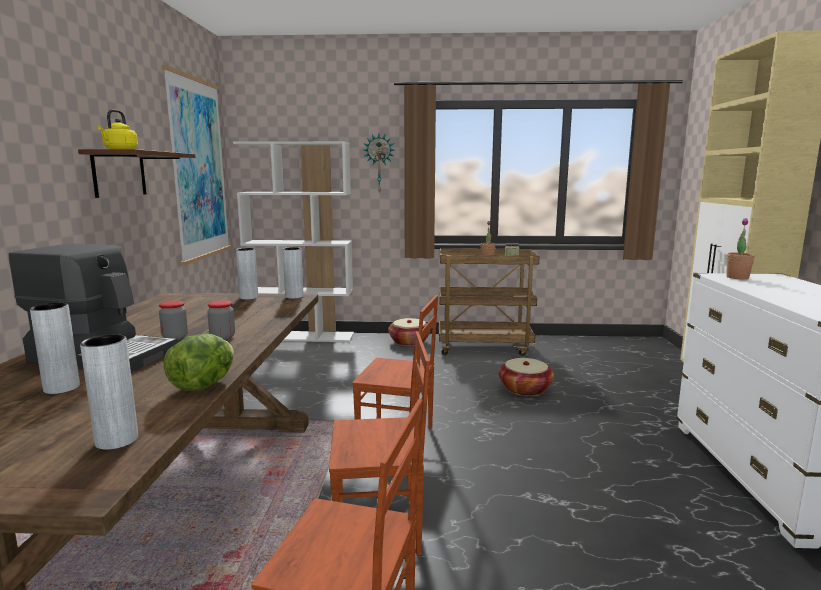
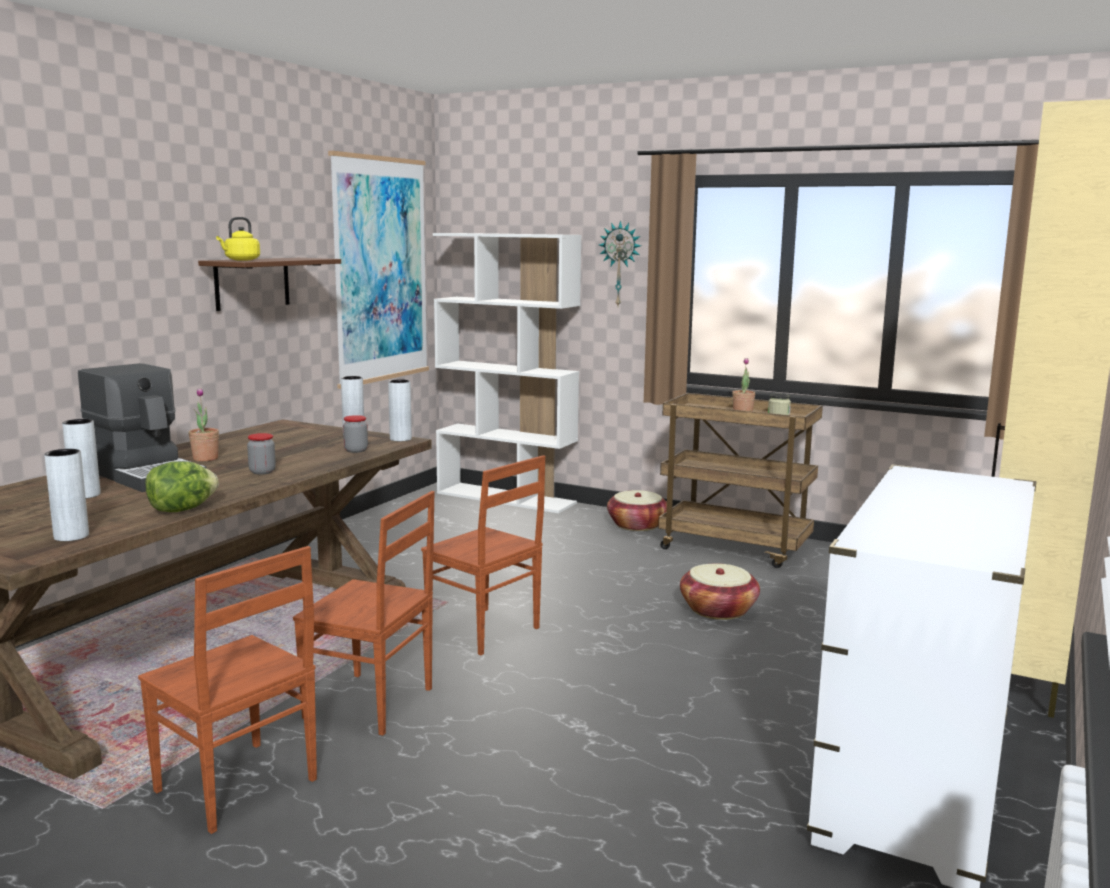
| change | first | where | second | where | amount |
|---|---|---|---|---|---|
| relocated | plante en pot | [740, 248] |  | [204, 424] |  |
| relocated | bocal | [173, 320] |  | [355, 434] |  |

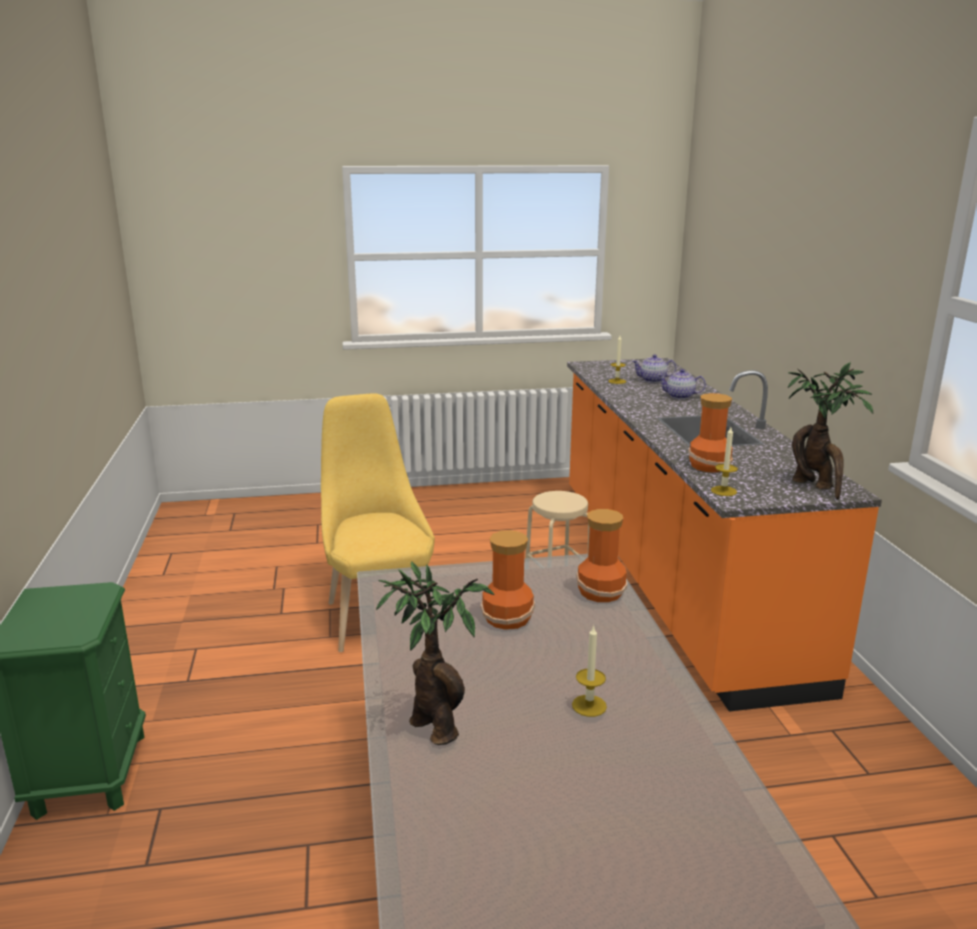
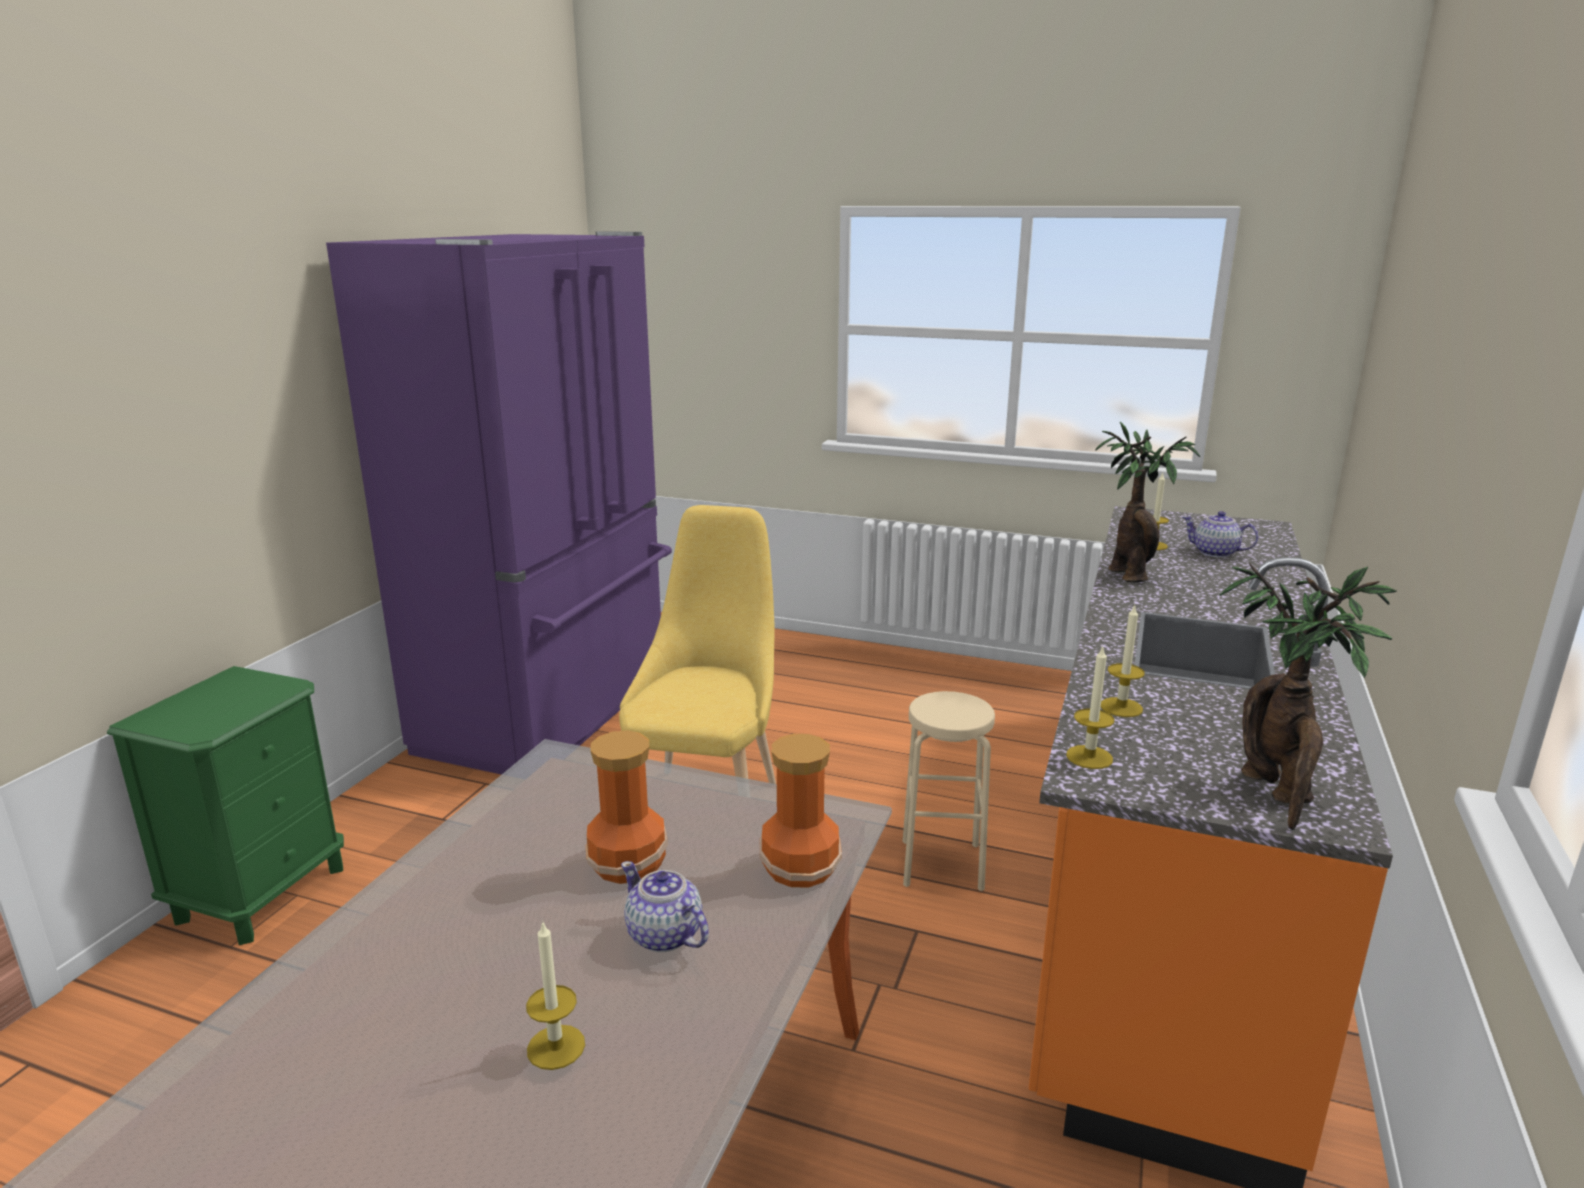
| change | first | where | second | where | amount |
|---|---|---|---|---|---|
| relocated | théière | [682, 384] |  | [665, 906] |  |
| exchanged | vase | [710, 433] | bougie | [1123, 660] |  |
| relocated | plante en pot | [435, 653] |  | [1148, 502] |  |
| appeared |  |  | réfrigérateur [violet] | [499, 503] |  |

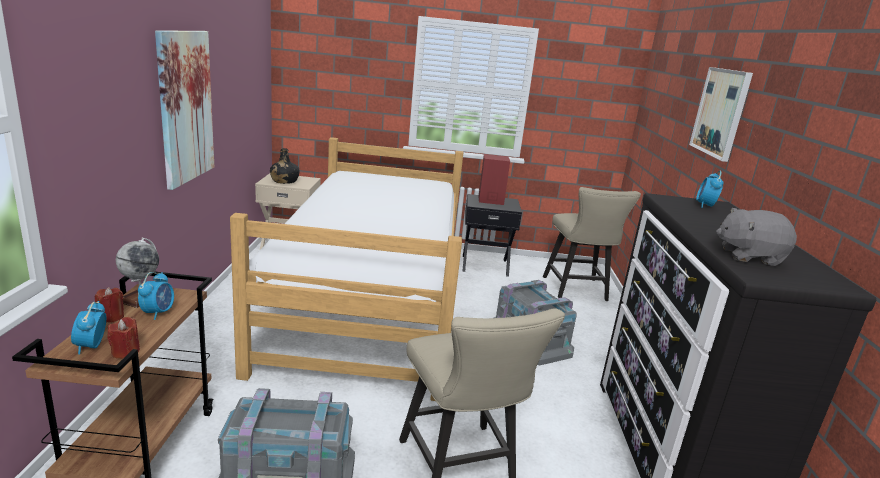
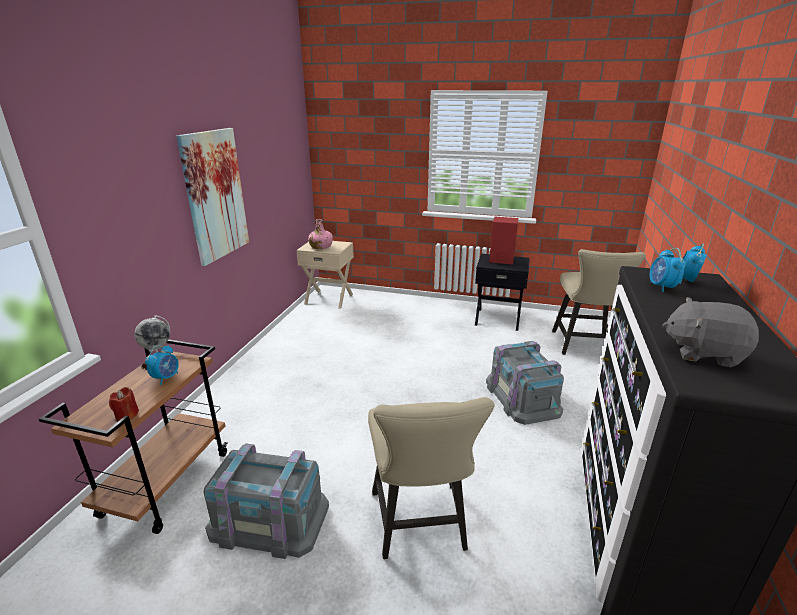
| change | first | where | second | where | amount |
|---|---|---|---|---|---|
| missing | tableau | [721, 114] |  |  |  |
| missing | lit | [346, 269] |  |  |  |
| colour | bouteille [noir] | [285, 166] | bouteille [rose] | [320, 234] |  |
| missing | bougie [rouge] | [109, 305] |  |  |  |
| relocated | réveil | [88, 328] |  | [668, 270] |  |

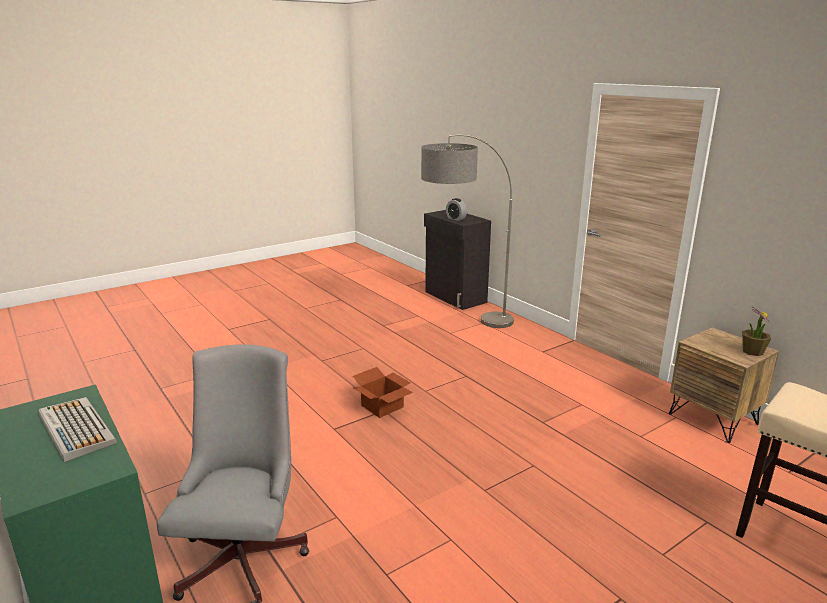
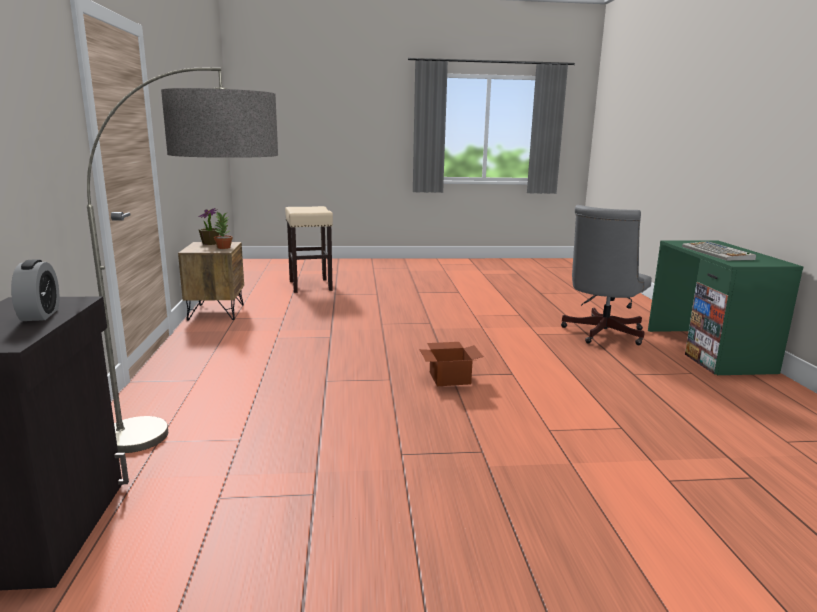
| change | first | where | second | where | amount |
|---|---|---|---|---|---|
| appeared |  |  | plante en pot | [223, 230] |  |

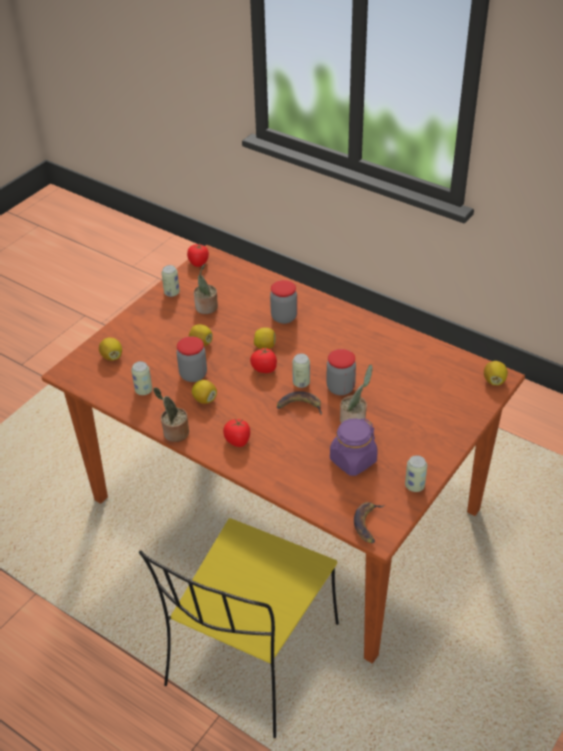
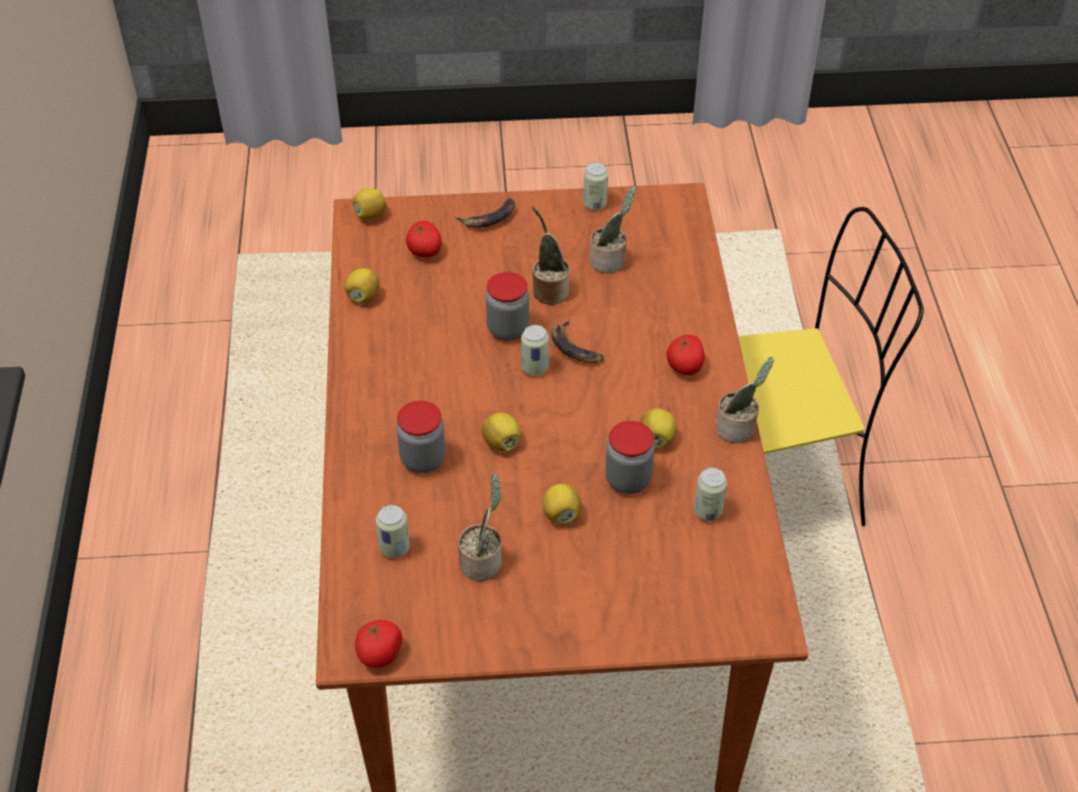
| change | first | where | second | where | amount |
|---|---|---|---|---|---|
| relocated | boîte métallique | [170, 281] |  | [393, 531] |  |
| relocated | citron | [110, 349] |  | [362, 286] |  |
| relocated | tomate | [263, 360] |  | [424, 239] |  |
| exchanged | bocal [violet] | [354, 447] | plante en pot | [613, 229] |  |
| relocated | banane | [369, 522] |  | [485, 213] |  |

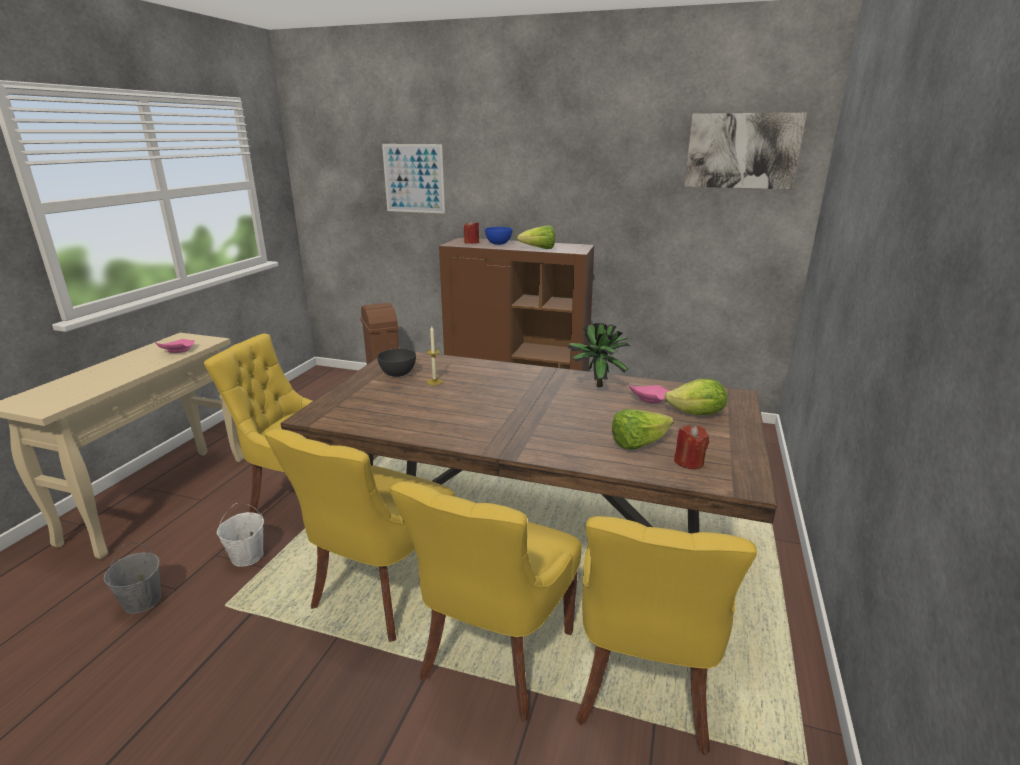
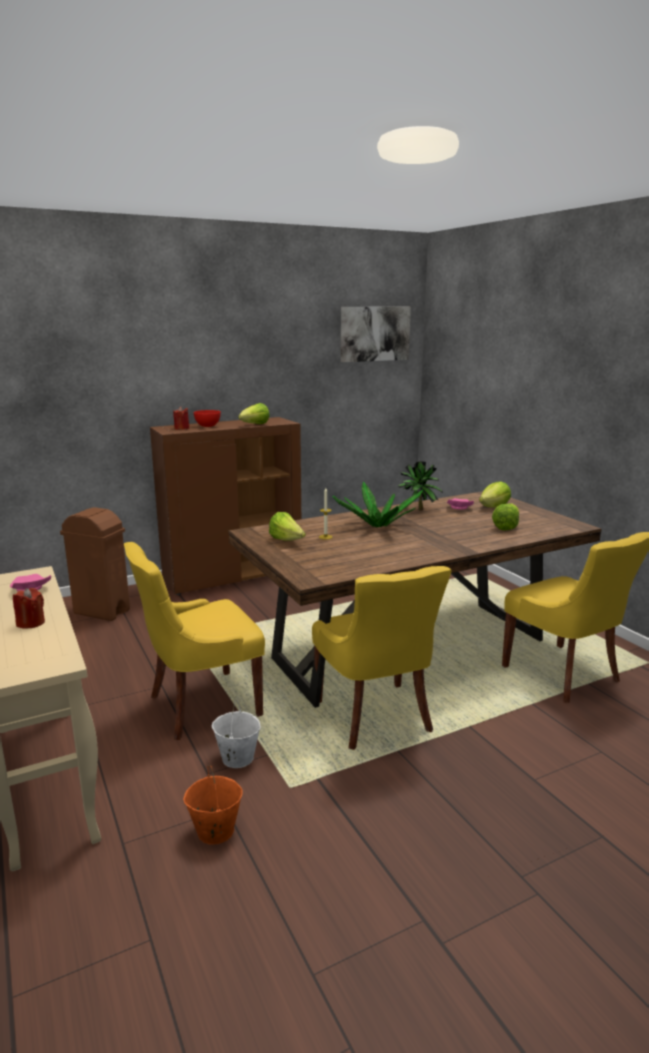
| change | first | where | second | where | amount |
|---|---|---|---|---|---|
| missing | tableau | [413, 178] |  |  |  |
| colour | bol [bleu] | [499, 236] | bol [rouge] | [207, 418] |  |
| exchanged | bol [gris] | [396, 363] | laitue | [287, 526] |  |
| relocated | bougie [rouge] | [691, 447] |  | [29, 608] |  |
| missing | chaise [jaune] | [486, 601] |  |  |  |
| colour | seau [gris] | [132, 578] | seau [orange] | [213, 805] |  |
| appeared |  |  | plante en pot | [378, 504] |  |

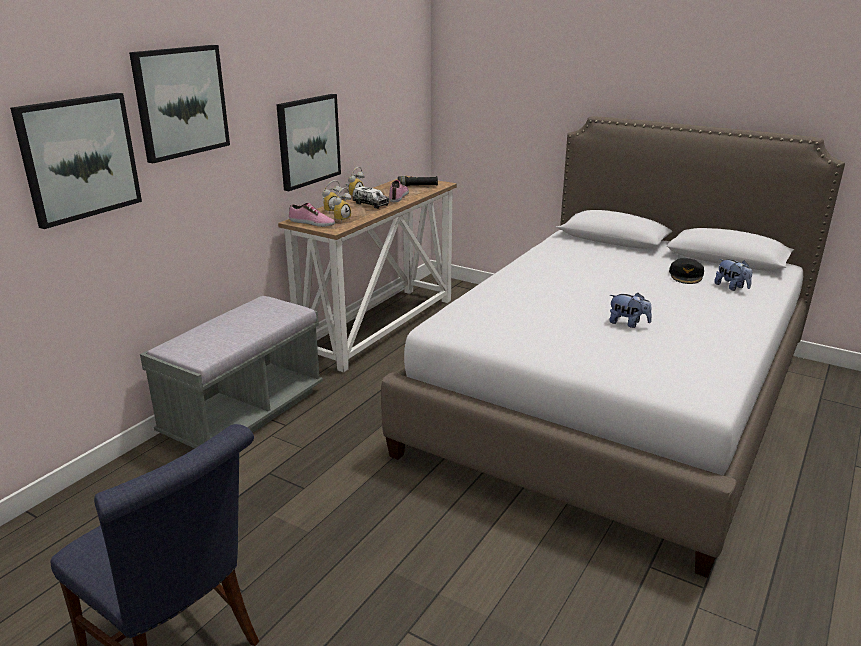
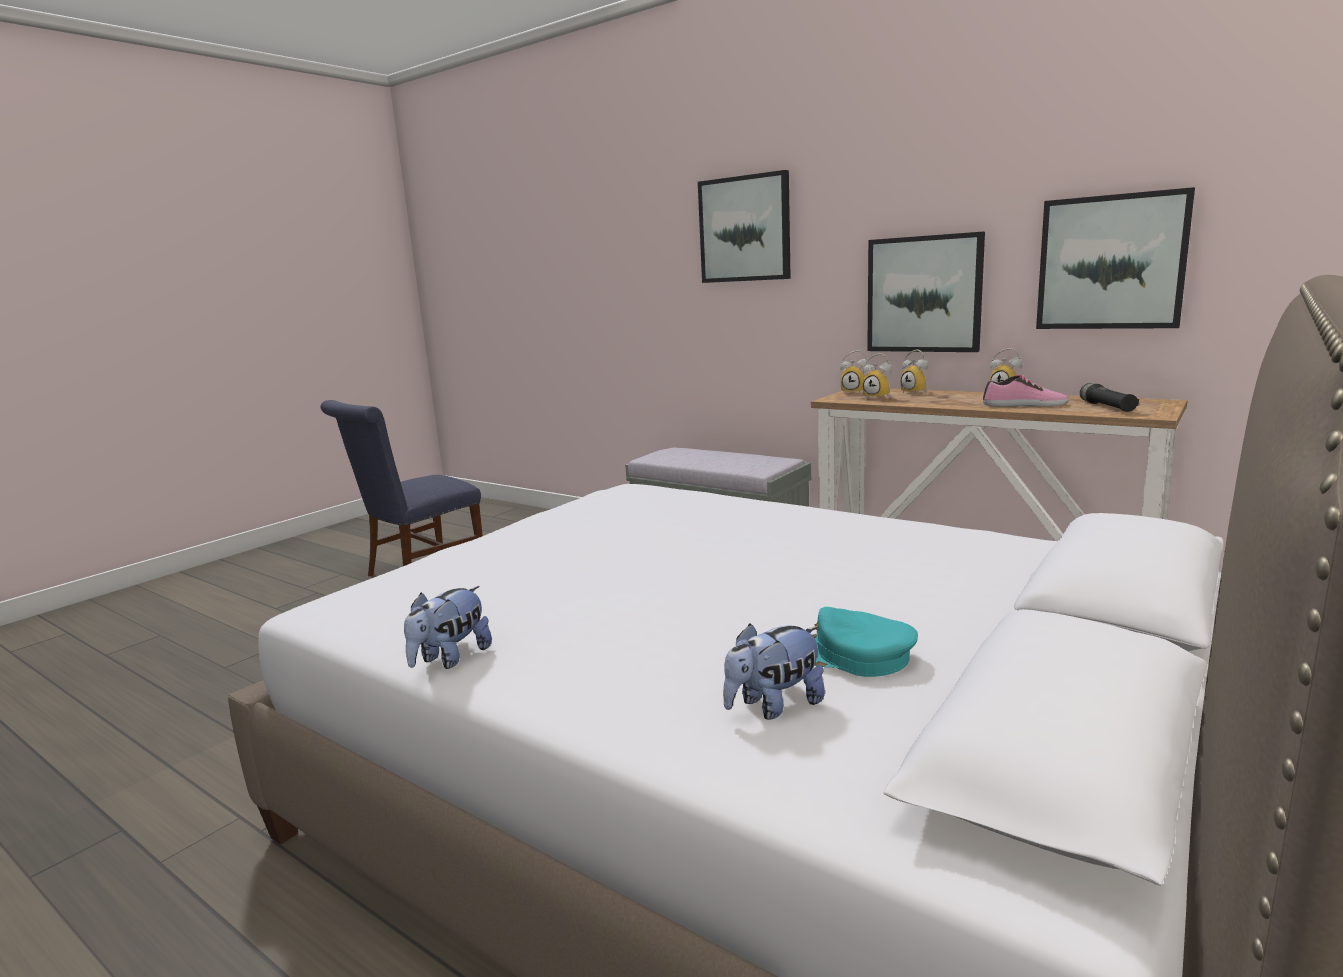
| change | first | where | second | where | amount |
|---|---|---|---|---|---|
| relocated | tableau | [76, 161] |  | [1115, 258] |  |
| missing | camion jouet | [370, 197] |  |  |  |
| exchanged | chaussure | [312, 215] | réveil | [854, 372] |  |
| colour | casquette [noir] | [686, 271] | casquette [turquoise] | [865, 642] |  |
| relocated | peluche | [630, 310] |  | [448, 627] |  |

